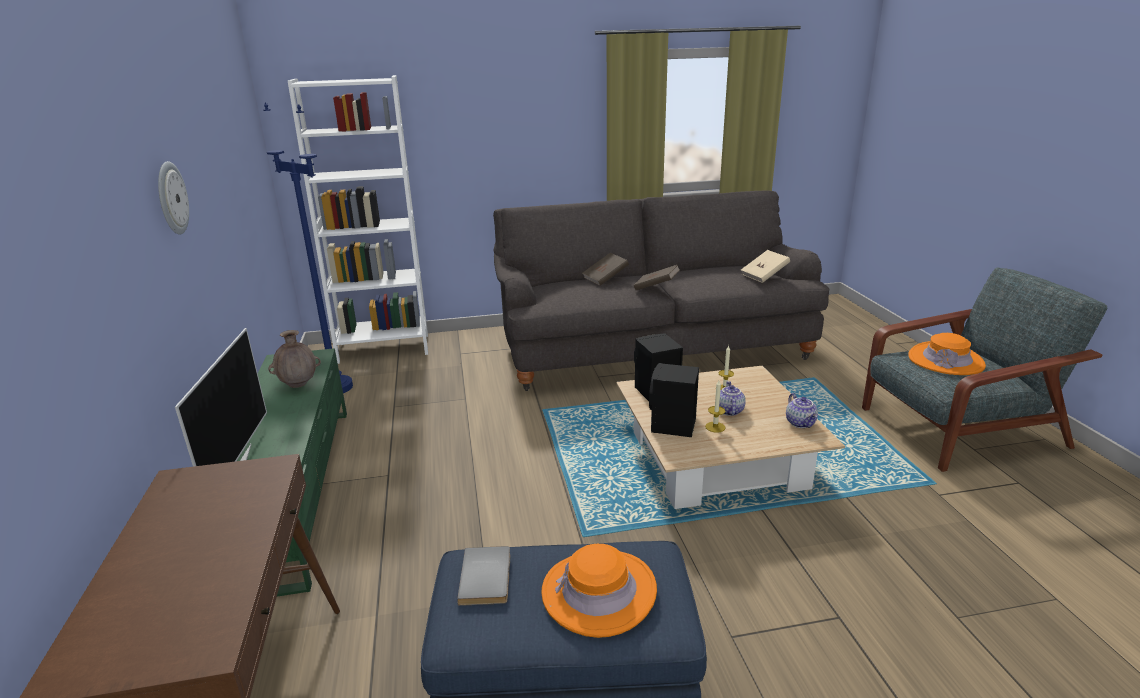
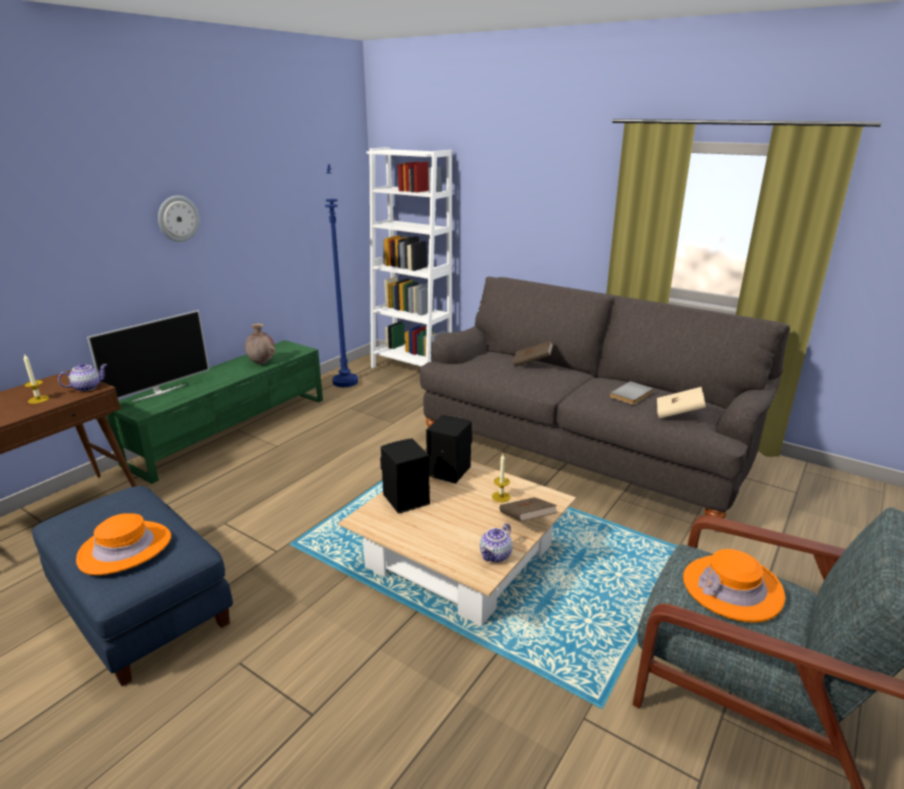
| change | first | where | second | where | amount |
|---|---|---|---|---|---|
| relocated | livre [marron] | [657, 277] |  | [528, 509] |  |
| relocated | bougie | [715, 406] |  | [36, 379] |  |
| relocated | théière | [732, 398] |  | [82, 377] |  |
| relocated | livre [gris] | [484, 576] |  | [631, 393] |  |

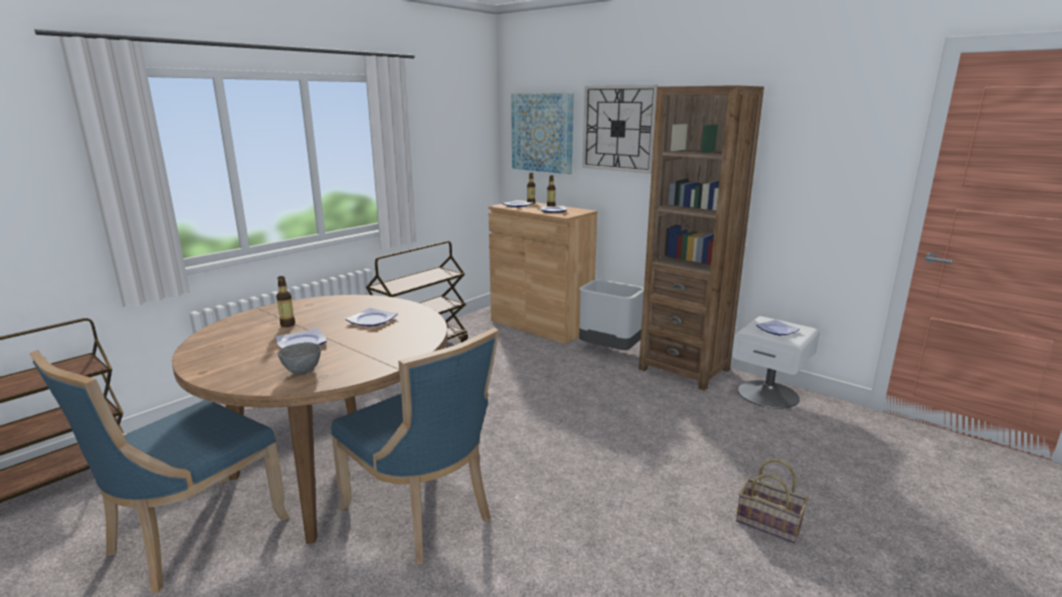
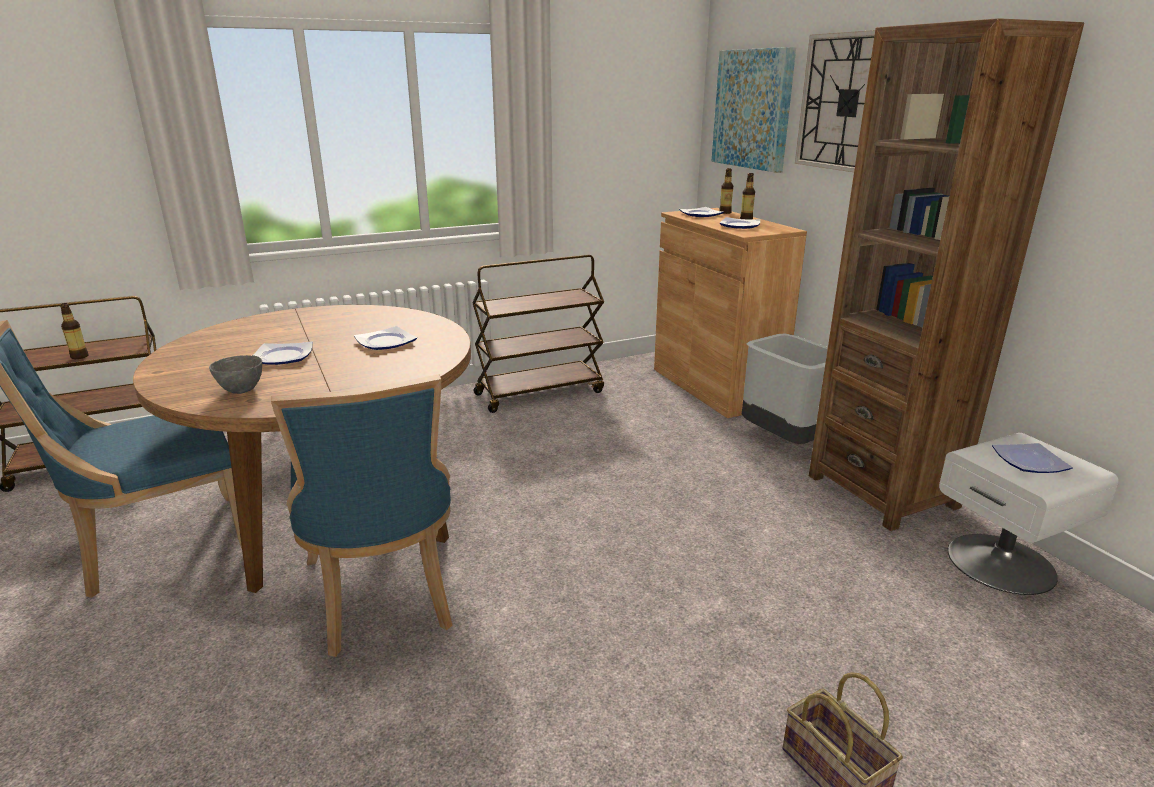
| change | first | where | second | where | amount |
|---|---|---|---|---|---|
| relocated | bouteille | [285, 301] |  | [74, 331] |  |

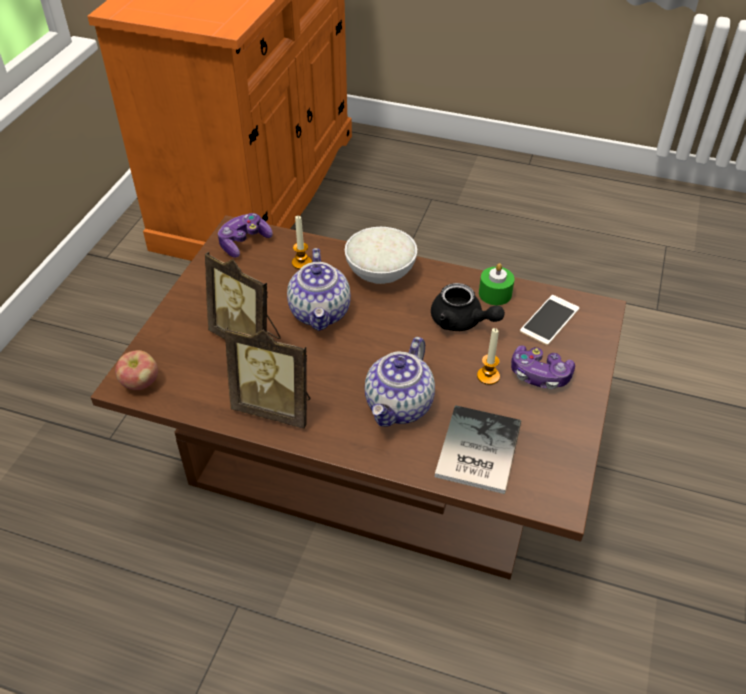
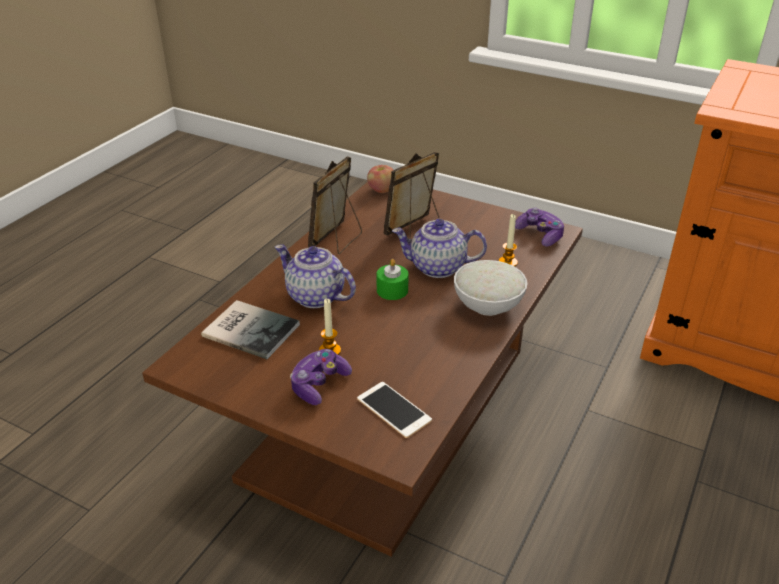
| change | first | where | second | where | amount |
|---|---|---|---|---|---|
| relocated | bougie [vert] | [496, 284] |  | [392, 279] |  |
| missing | théière [noir] | [468, 307] |  |  |  |

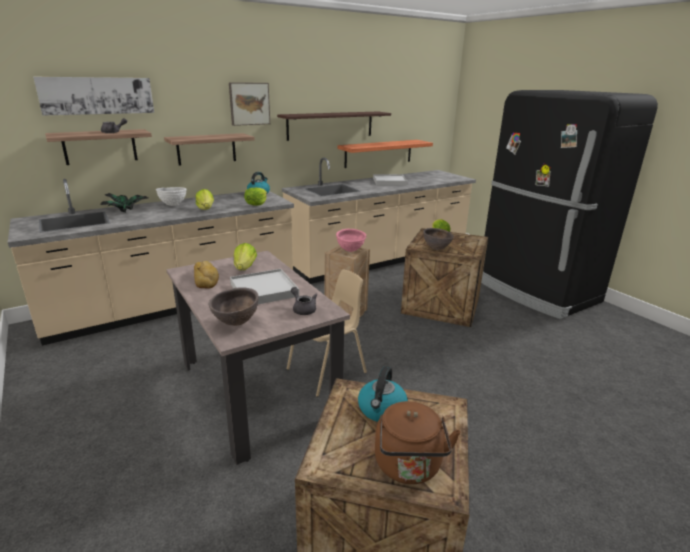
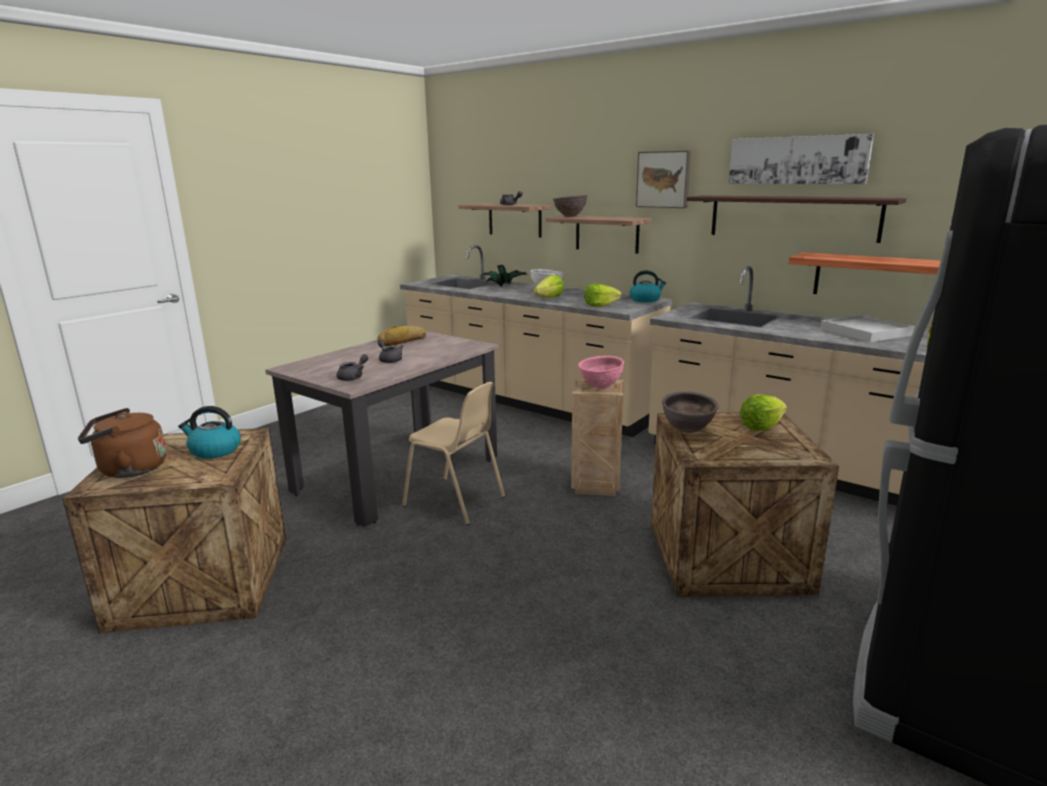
| change | first | where | second | where | amount |
|---|---|---|---|---|---|
| relocated | tableau | [93, 96] |  | [801, 159] |  |
| missing | laitue | [245, 256] |  |  |  |
| exchanged | plateau [blanc] | [264, 286] | théière [gris] | [391, 351] |  |
| relocated | bol [marron] | [234, 306] |  | [570, 206] |  |

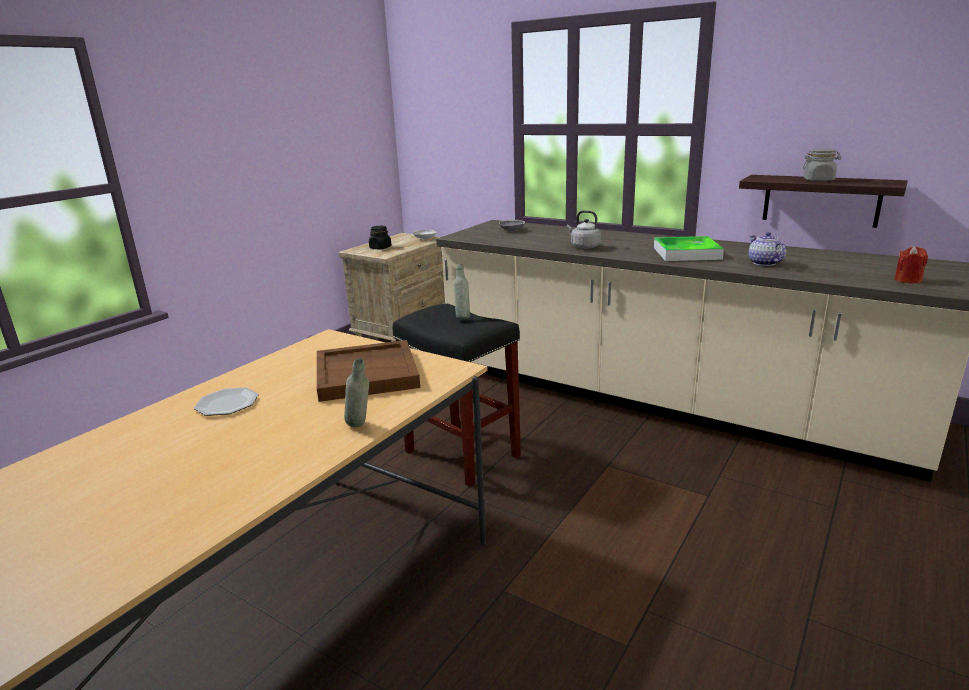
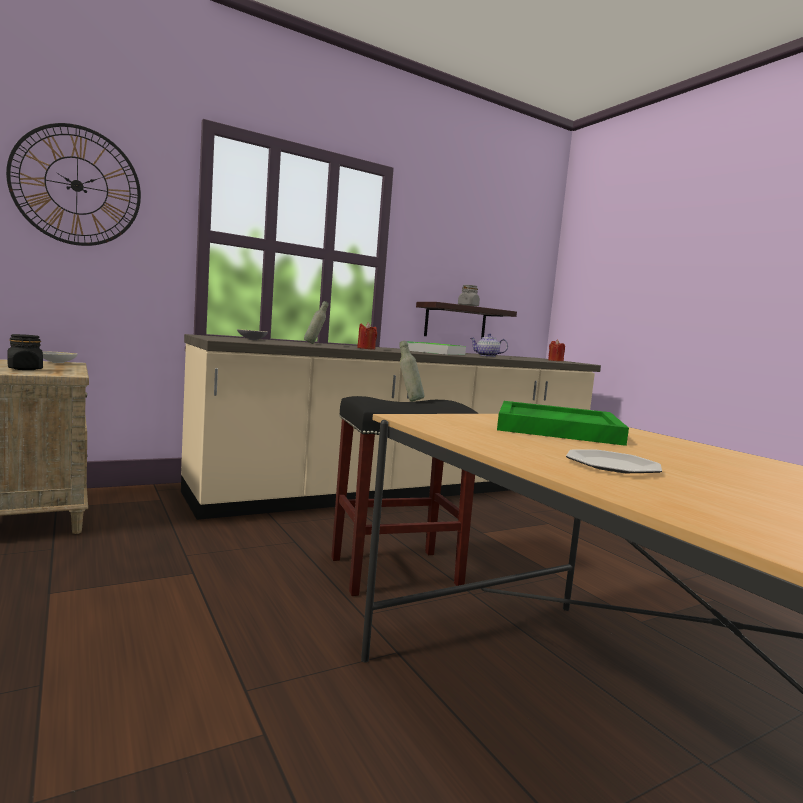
| change | first | where | second | where | amount |
|---|---|---|---|---|---|
| exchanged | bouilloire [gris] | [584, 229] | bougie [rouge] | [367, 335] |  |
| colour | plateau [marron] | [368, 371] | plateau [vert] | [563, 423] |  |
| relocated | bouteille [gris] | [356, 392] |  | [316, 322] |  |
| appeared |  |  | horloge murale | [73, 184] |  |

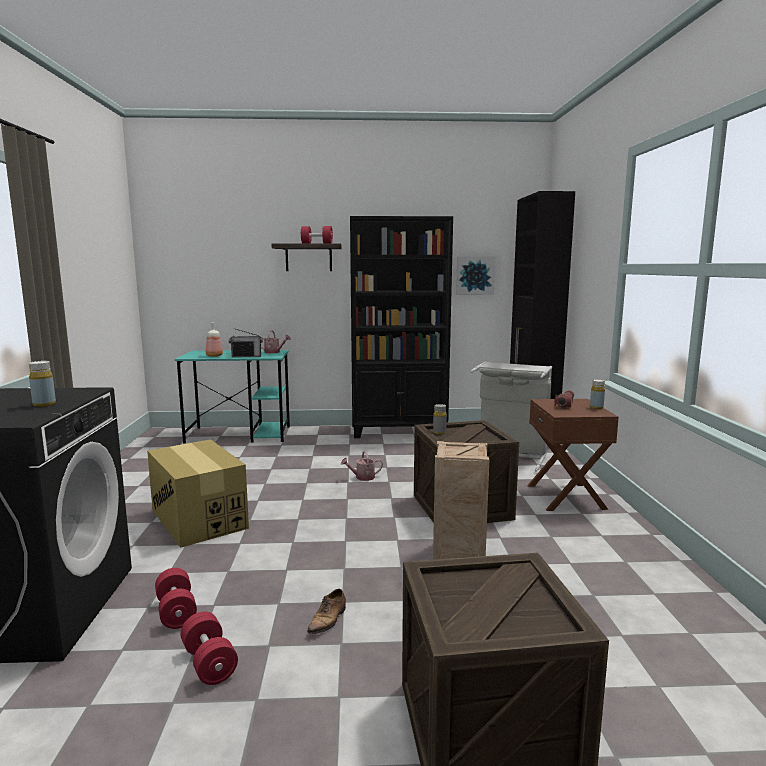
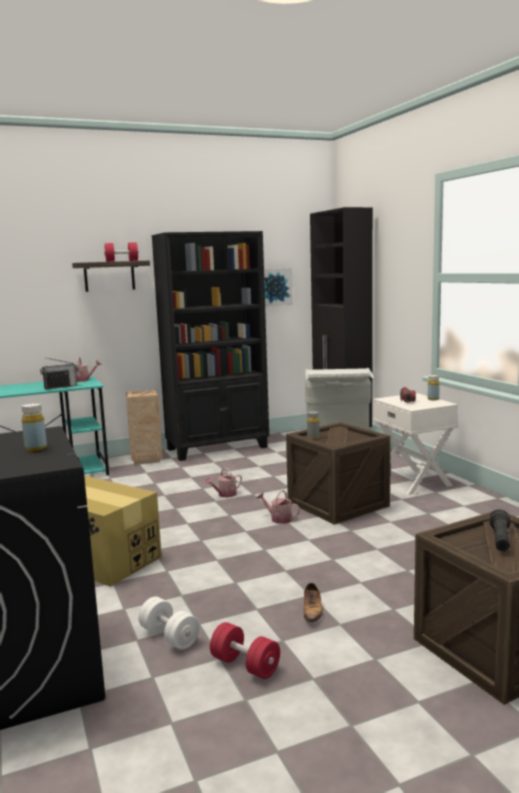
| change | first | where | second | where | amount |
|---|---|---|---|---|---|
| missing | bouteille | [214, 339] |  |  |  |
| colour | table de chevet [marron] | [573, 455] | table de chevet [blanc] | [415, 444] |  |
| relocated | caisse | [461, 500] |  | [144, 427] |  |
| colour | haltère [rouge] | [176, 598] | haltère [blanc] | [169, 623] |  |
| appeared |  |  | arrosoir | [278, 507] |  |
| appeared |  |  | lampe de poche [noir] | [500, 530] |  |

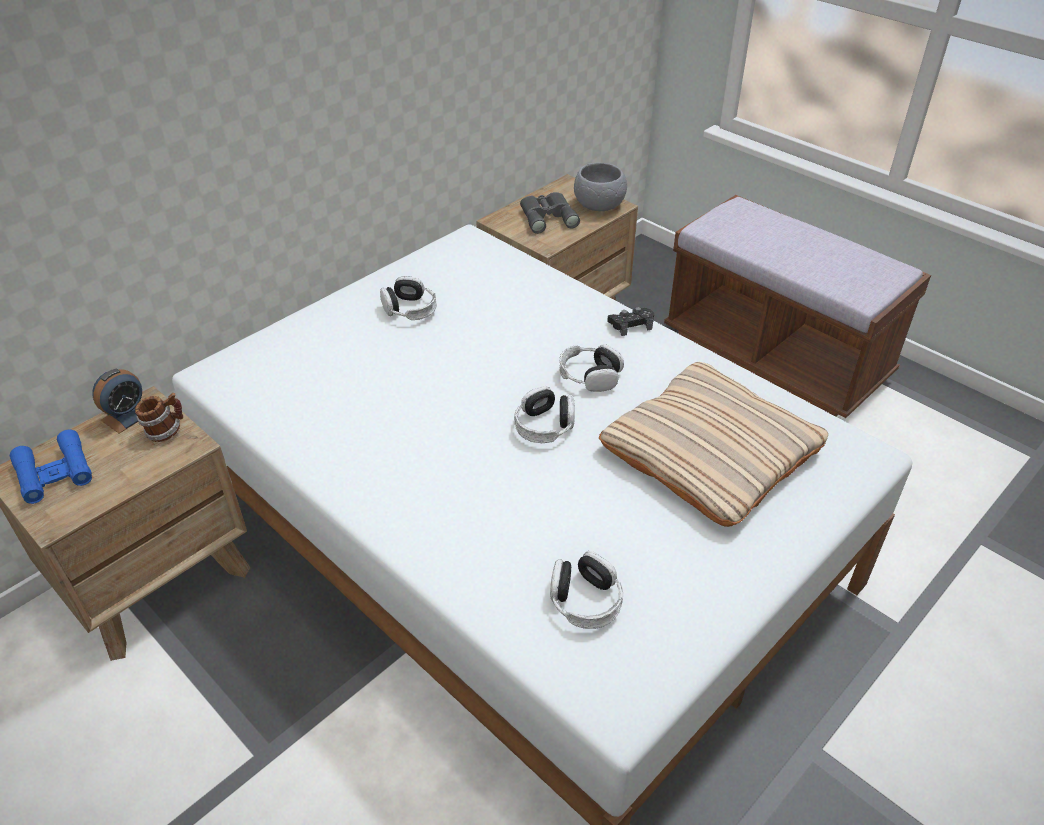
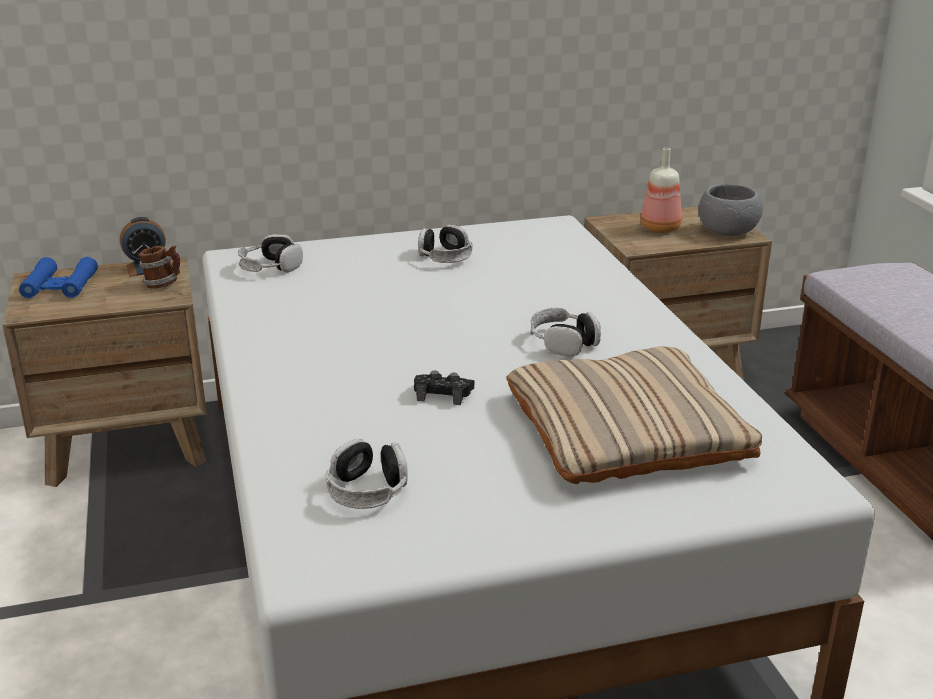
| change | first | where | second | where | amount |
|---|---|---|---|---|---|
| exchanged | jumelles [gris] | [550, 213] | bouteille | [661, 190] |  |
| relocated | manette [noir] | [630, 321] |  | [444, 388] |  |
| relocated | casque audio | [544, 414] |  | [270, 253] |  |

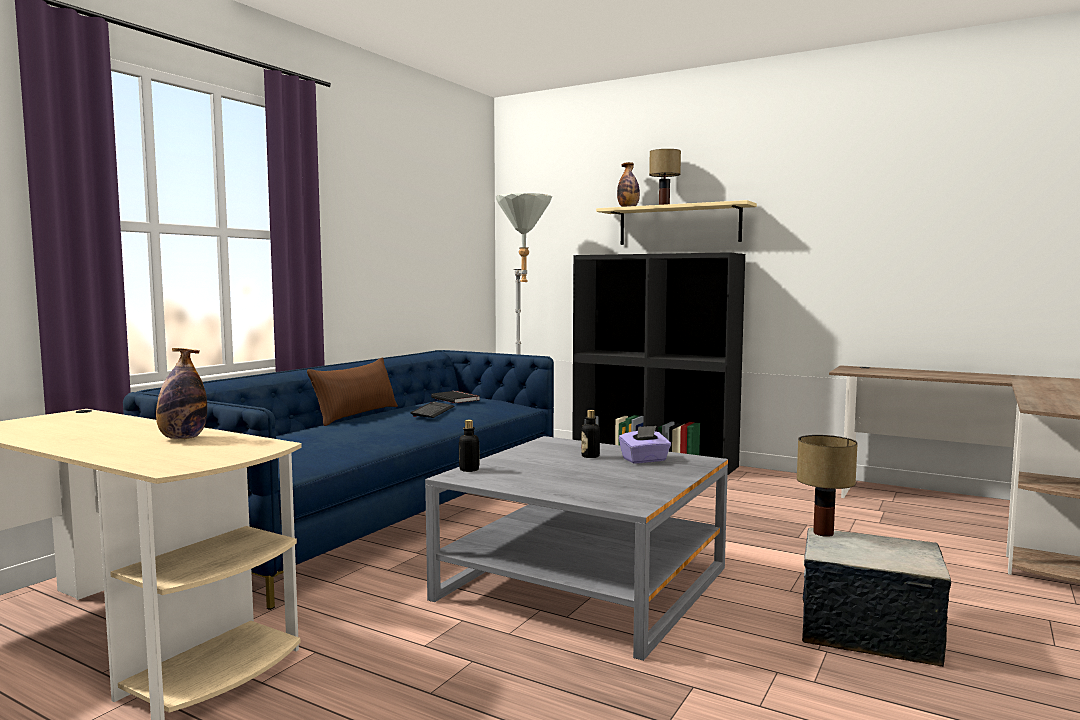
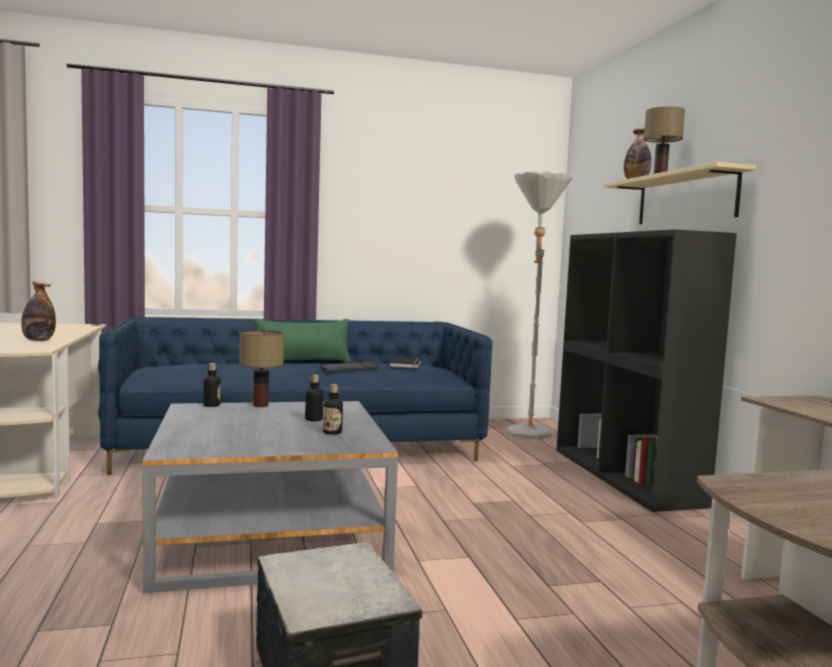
| change | first | where | second | where | amount |
|---|---|---|---|---|---|
| colour | coussin [marron] | [352, 392] | coussin [vert] | [302, 340] |  |
| exchanged | boîte à mouchoirs [violet] | [645, 445] | bouteille | [333, 409] |  |
| relocated | lampe de table | [827, 486] |  | [261, 368] |  |

